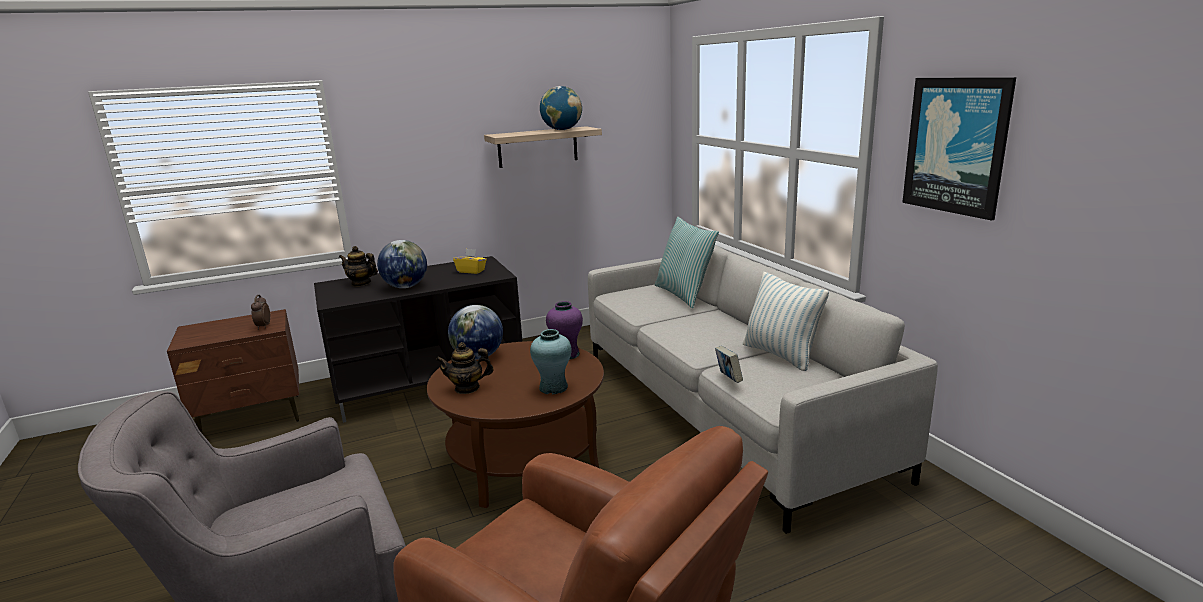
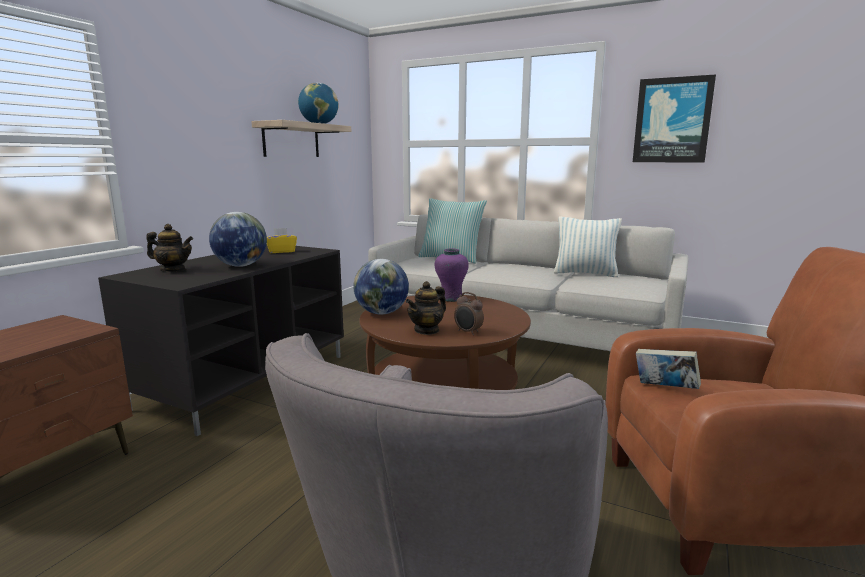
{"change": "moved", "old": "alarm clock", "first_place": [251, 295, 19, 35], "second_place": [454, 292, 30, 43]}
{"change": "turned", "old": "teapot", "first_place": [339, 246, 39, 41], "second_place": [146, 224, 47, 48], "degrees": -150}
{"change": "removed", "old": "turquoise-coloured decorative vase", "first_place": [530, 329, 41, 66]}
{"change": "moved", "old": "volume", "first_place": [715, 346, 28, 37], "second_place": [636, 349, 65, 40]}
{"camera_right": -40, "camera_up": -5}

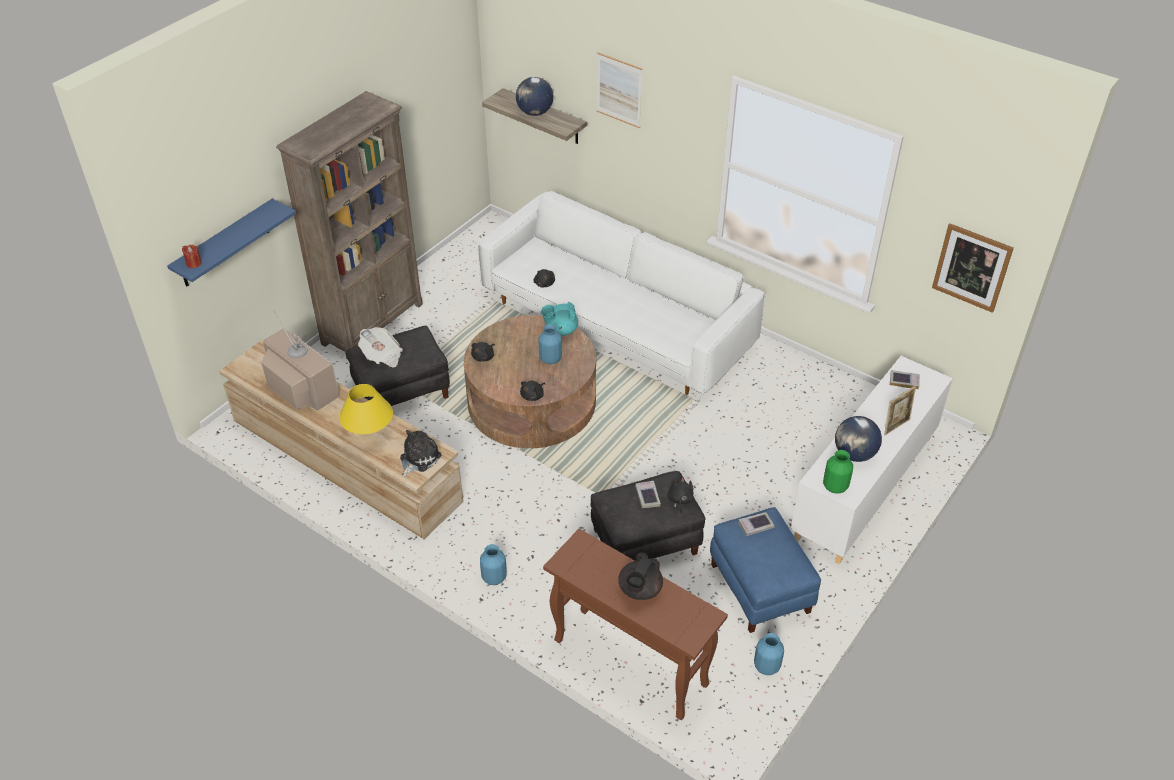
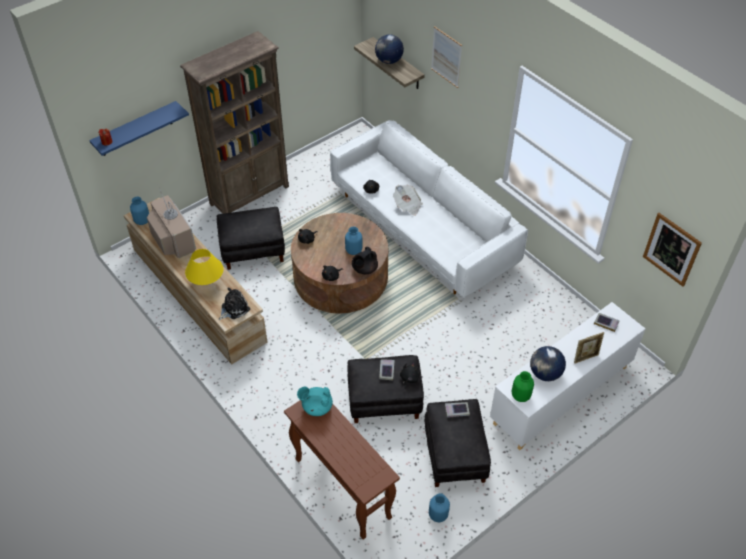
{"change": "moved", "old": "daily paper", "first_place": [358, 327, 45, 41], "second_place": [393, 185, 30, 31]}
{"change": "moved", "old": "blue decorative vase", "first_place": [480, 544, 27, 41], "second_place": [130, 197, 19, 28]}
{"change": "moved", "old": "turquoise-coloured teapot", "first_place": [541, 302, 37, 34], "second_place": [297, 387, 36, 29]}
{"change": "moved", "old": "black teapot", "first_place": [618, 553, 45, 47], "second_place": [352, 247, 26, 27]}
{"change": "recoloured", "old": "blue ottoman", "new": "black ottoman", "first_place": [710, 507, 111, 126], "second_place": [424, 399, 67, 88]}
{"camera_right": 15, "camera_up": 5}

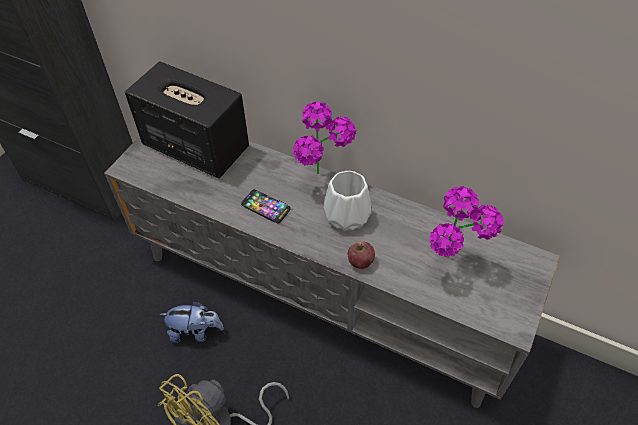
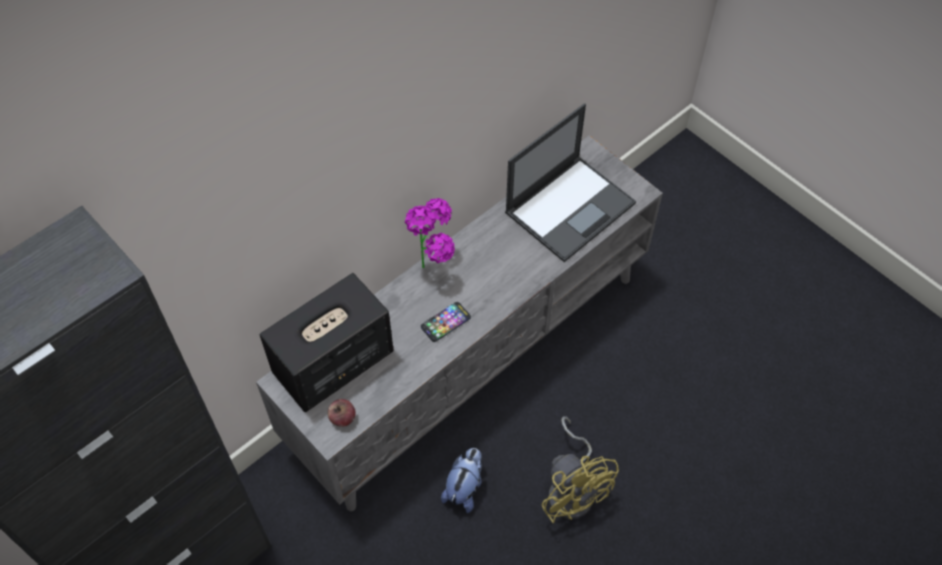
{"change": "removed", "old": "white-coloured decorative vase", "first_place": [323, 171, 48, 60]}
{"change": "moved", "old": "whole apple", "first_place": [348, 241, 27, 28], "second_place": [328, 399, 28, 28]}
{"change": "replaced", "old": "houseplant", "new": "laptop", "first_place": [429, 186, 75, 72], "second_place": [505, 103, 131, 159]}
{"camera_right": -70, "camera_up": 5}

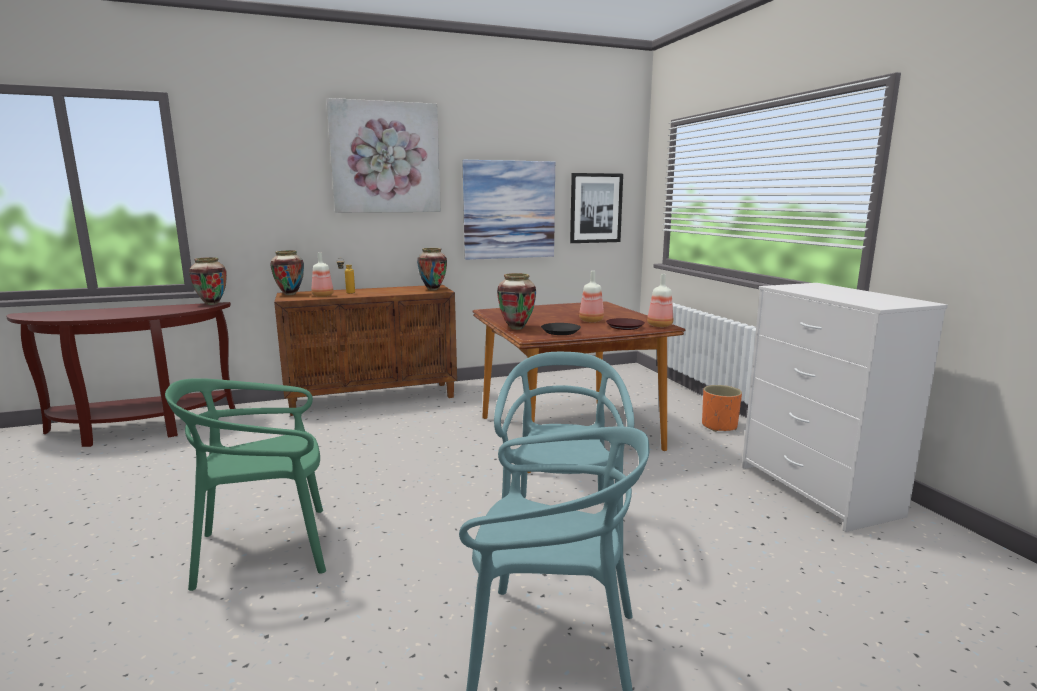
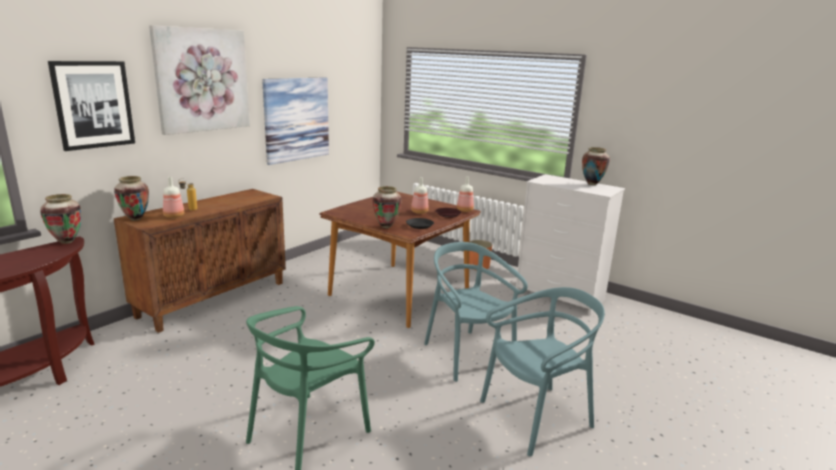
{"change": "moved", "old": "decorative vase", "first_place": [417, 248, 30, 42], "second_place": [582, 147, 28, 38]}
{"change": "moved", "old": "wall picture", "first_place": [570, 173, 53, 70], "second_place": [48, 61, 87, 90]}
{"camera_right": -35, "camera_up": 5}

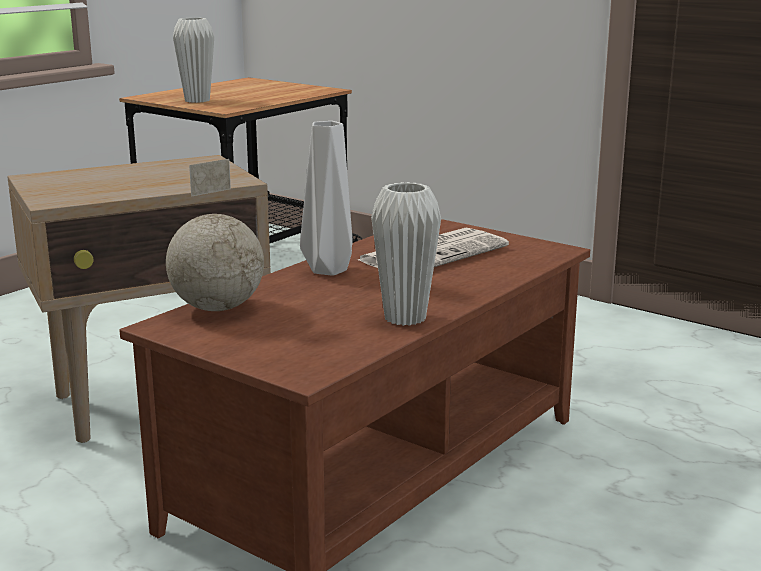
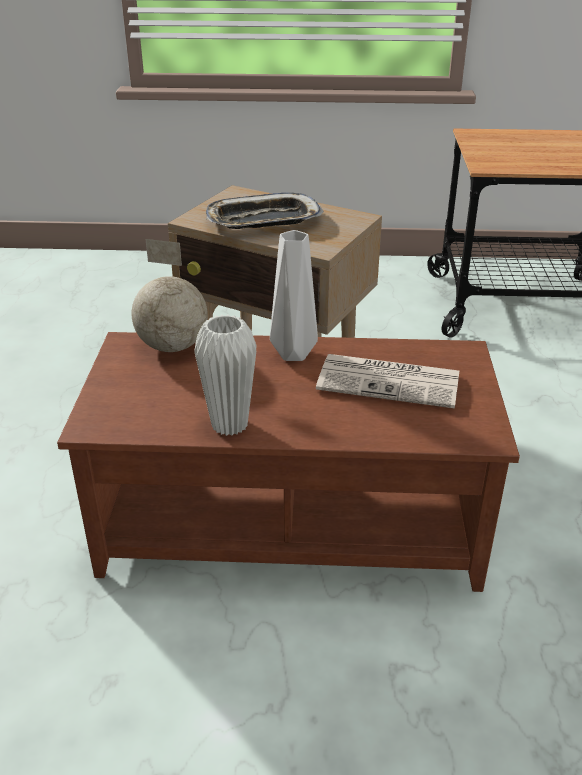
{"change": "removed", "old": "white-coloured decorative vase", "first_place": [173, 18, 41, 85]}
{"change": "added", "new": "serving tray", "second_place": [206, 192, 118, 37]}
{"camera_right": 55, "camera_up": 15}

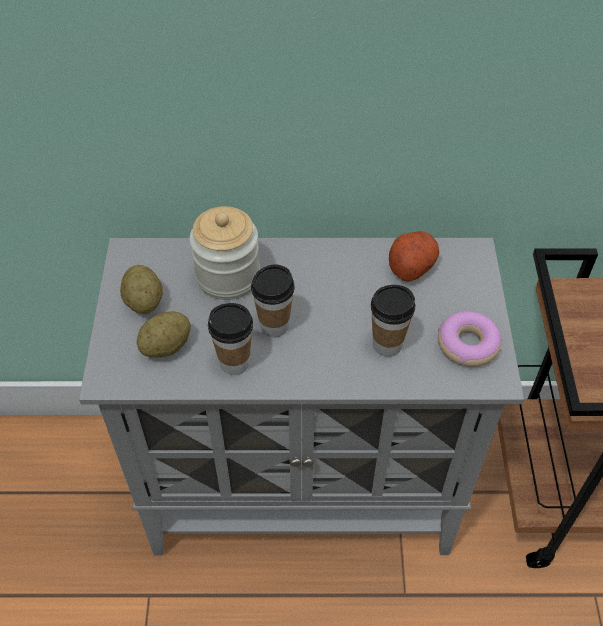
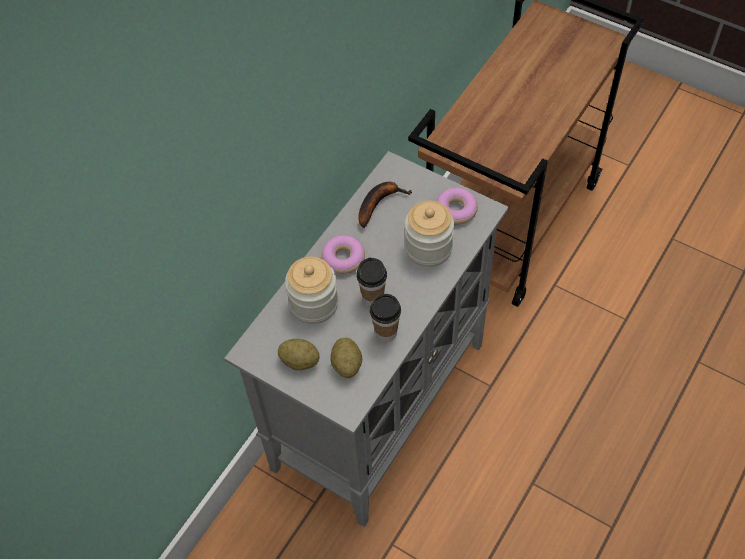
{"change": "replaced", "old": "drinking cup", "new": "jar", "first_place": [371, 285, 44, 72], "second_place": [405, 201, 49, 66]}
{"change": "replaced", "old": "potato", "new": "banana", "first_place": [389, 231, 50, 51], "second_place": [358, 182, 54, 46]}
{"change": "added", "new": "doughnut", "second_place": [322, 235, 43, 39]}
{"camera_right": -55, "camera_up": 5}

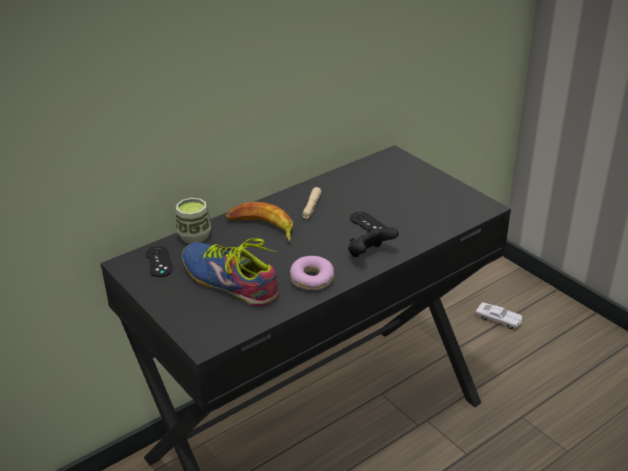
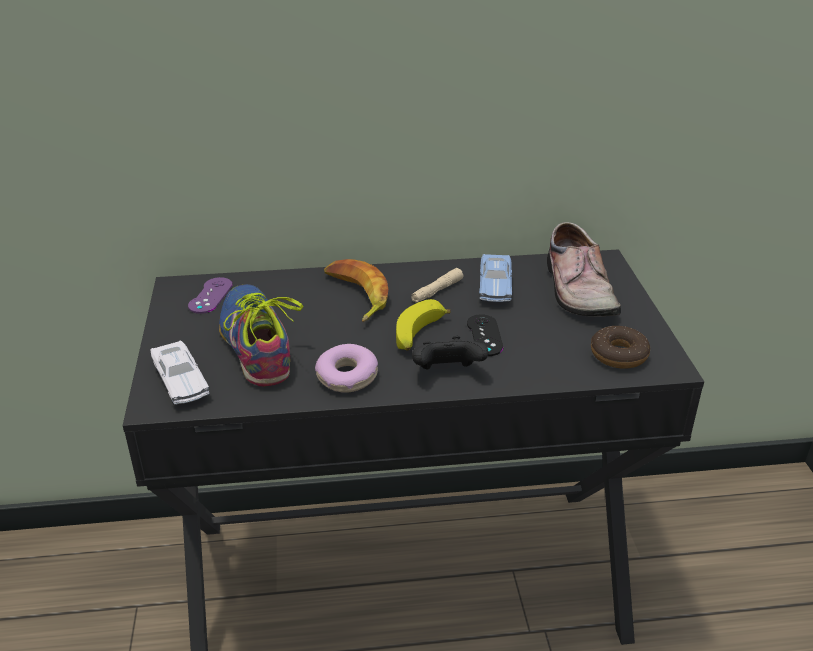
{"change": "recoloured", "old": "black game controller", "new": "purple-coloured game controller", "first_place": [146, 246, 27, 31], "second_place": [188, 277, 45, 37]}
{"change": "removed", "old": "drinking cup", "first_place": [176, 198, 35, 45]}
{"change": "moved", "old": "white-coloured toy car", "first_place": [475, 302, 47, 27], "second_place": [150, 340, 60, 65]}
{"change": "added", "new": "banana", "second_place": [396, 299, 54, 52]}
{"change": "added", "new": "blue toy car", "second_place": [479, 254, 33, 48]}
{"change": "added", "new": "low shoe", "second_place": [547, 222, 74, 95]}
{"change": "added", "new": "doughnut", "second_place": [591, 326, 60, 43]}
{"camera_right": 30, "camera_up": 0}

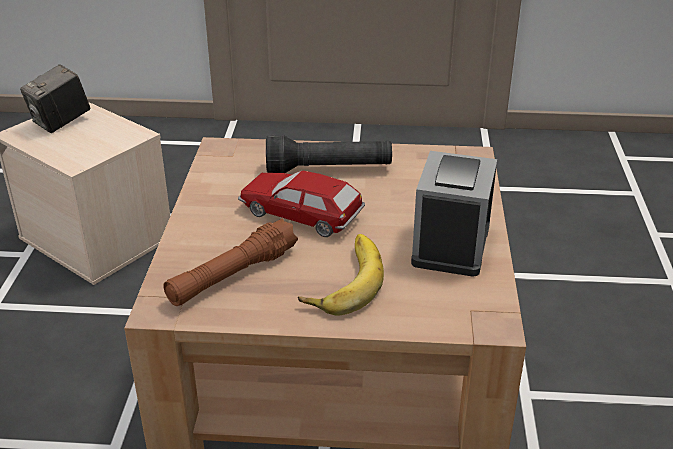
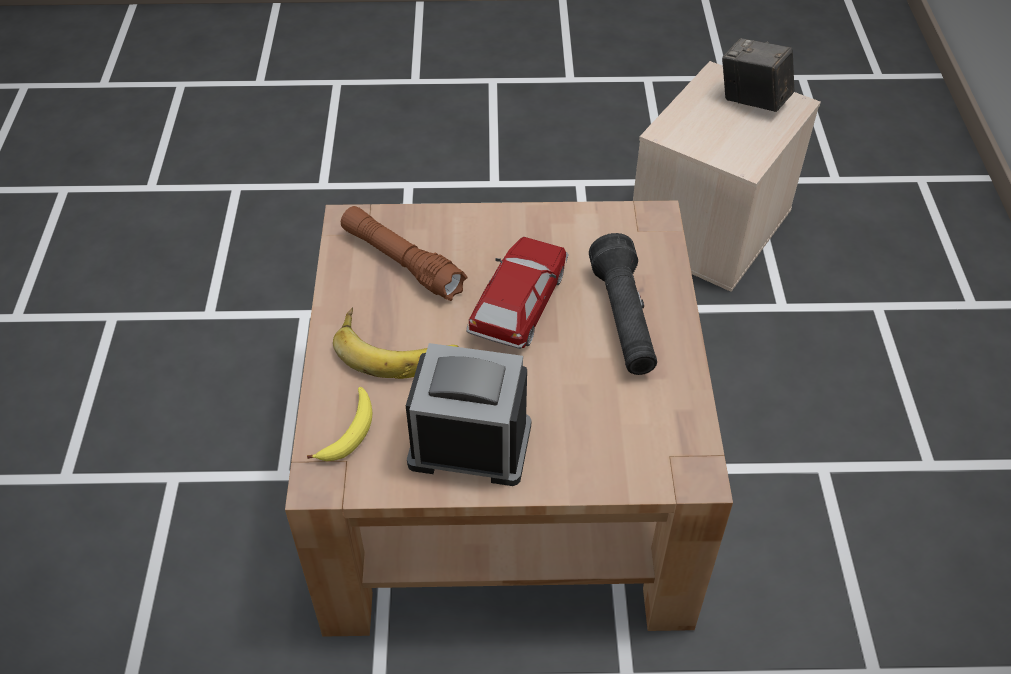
{"change": "added", "new": "banana", "second_place": [307, 387, 66, 74]}
{"camera_right": 85, "camera_up": 15}

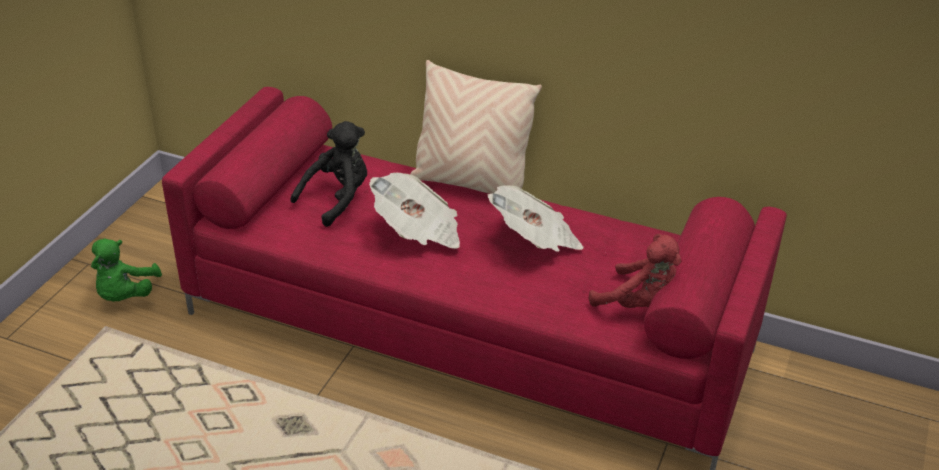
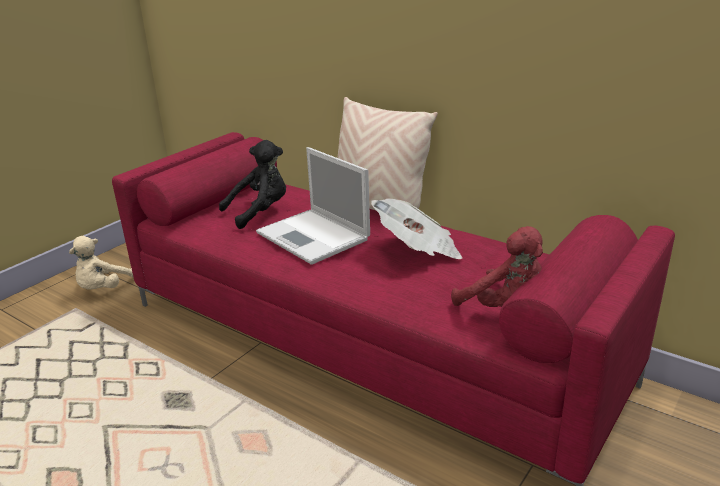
{"change": "recoloured", "old": "green soft toy", "new": "beige-coloured soft toy", "first_place": [91, 238, 71, 63], "second_place": [69, 236, 65, 53]}
{"change": "replaced", "old": "daily paper", "new": "laptop", "first_place": [369, 173, 91, 76], "second_place": [256, 147, 114, 118]}
{"camera_right": 15, "camera_up": -10}

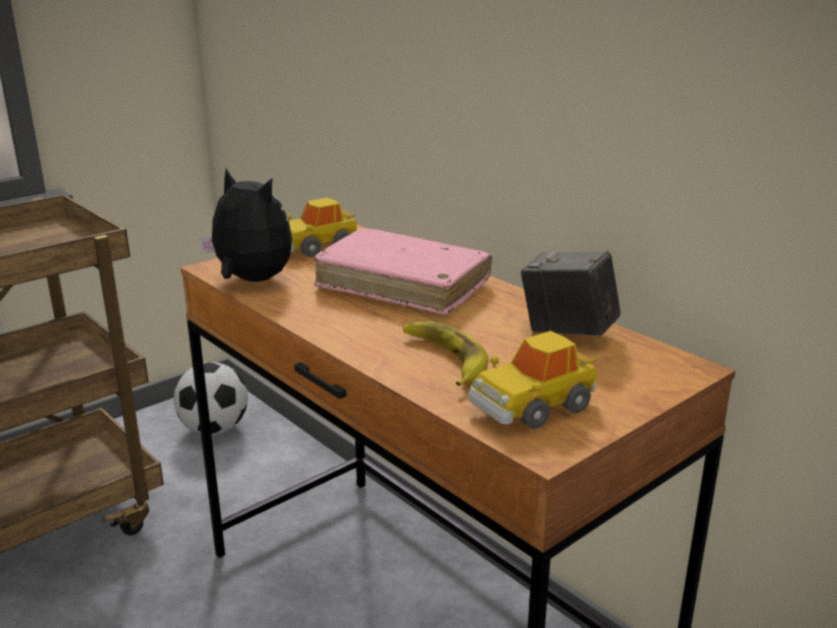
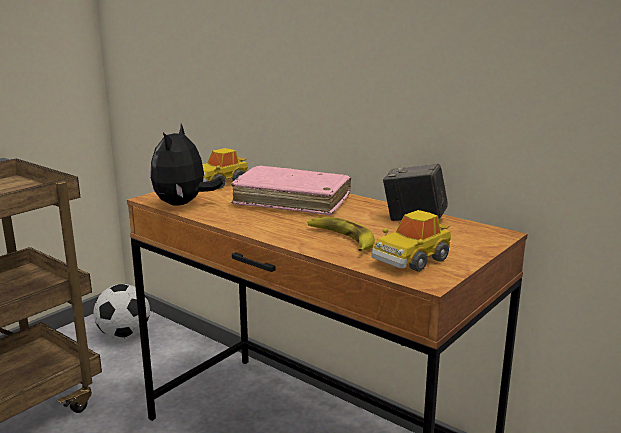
{"change": "turned", "old": "soft toy", "first_place": [198, 169, 94, 113], "second_place": [150, 124, 73, 82], "degrees": -105}
{"camera_right": -10, "camera_up": -5}

